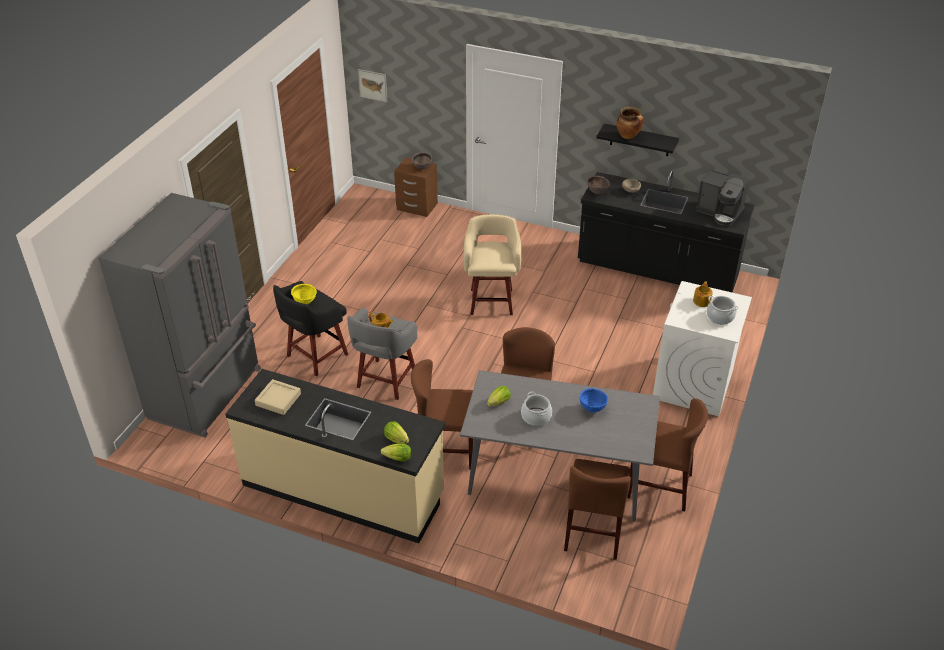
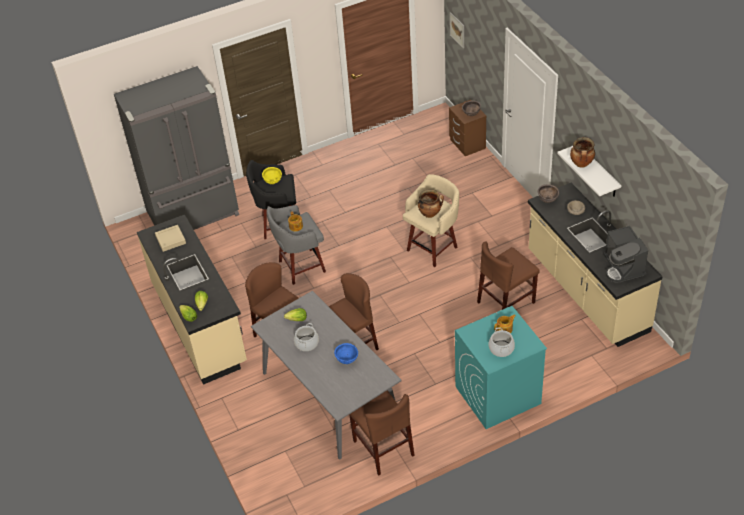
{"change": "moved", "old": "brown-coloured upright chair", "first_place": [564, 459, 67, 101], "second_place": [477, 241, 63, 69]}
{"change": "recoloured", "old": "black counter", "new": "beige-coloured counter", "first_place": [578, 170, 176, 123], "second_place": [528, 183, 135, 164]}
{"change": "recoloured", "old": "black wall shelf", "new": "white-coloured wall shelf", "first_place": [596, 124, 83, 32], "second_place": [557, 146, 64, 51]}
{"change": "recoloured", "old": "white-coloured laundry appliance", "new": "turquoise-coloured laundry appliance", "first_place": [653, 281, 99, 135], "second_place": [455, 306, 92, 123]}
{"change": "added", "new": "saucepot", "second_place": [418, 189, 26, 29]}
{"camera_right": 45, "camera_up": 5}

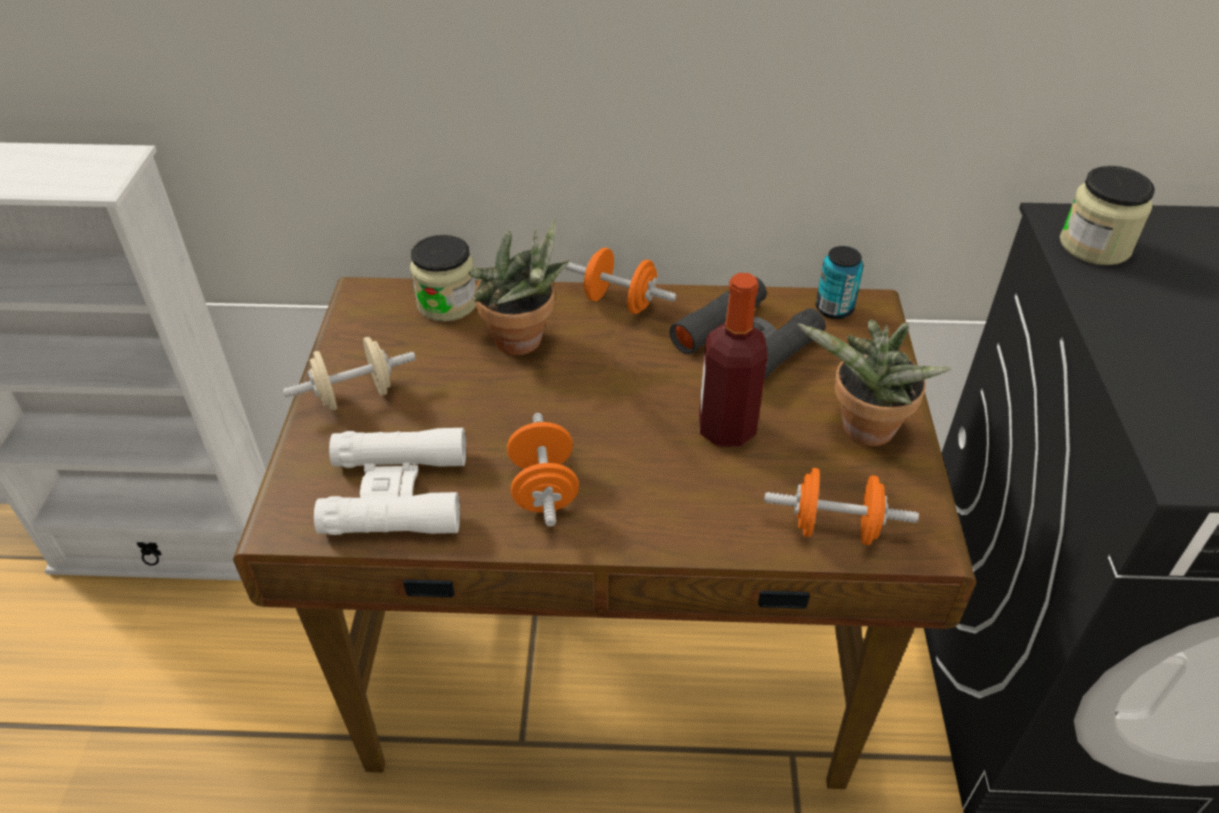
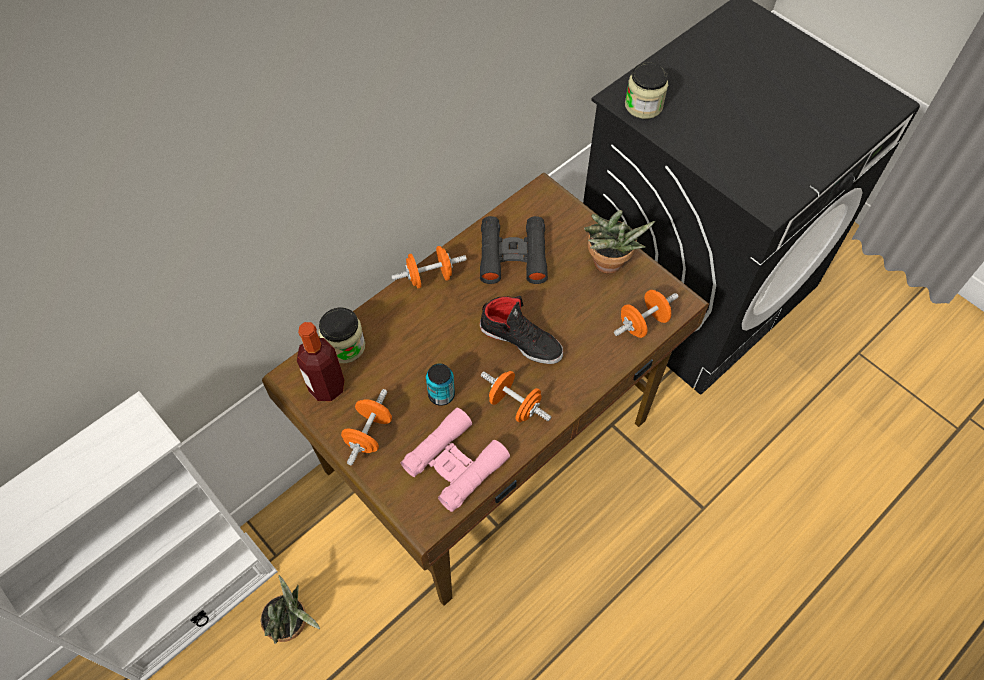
{"change": "recoloured", "old": "beige-coloured hand weight", "new": "orange-coloured hand weight", "first_place": [283, 337, 133, 73], "second_place": [341, 389, 51, 76]}
{"change": "recoloured", "old": "white-coloured binoculars", "new": "pink binoculars", "first_place": [314, 427, 152, 108], "second_place": [401, 408, 109, 104]}
{"change": "moved", "old": "houseplant", "first_place": [468, 219, 102, 136], "second_place": [260, 575, 60, 69]}
{"change": "moved", "old": "beverage bottle", "first_place": [699, 273, 69, 174], "second_place": [297, 322, 47, 79]}
{"change": "moved", "old": "can", "first_place": [816, 246, 48, 73], "second_place": [426, 363, 29, 43]}
{"change": "added", "new": "black low shoe", "second_place": [480, 296, 83, 68]}
{"camera_right": -45, "camera_up": 15}

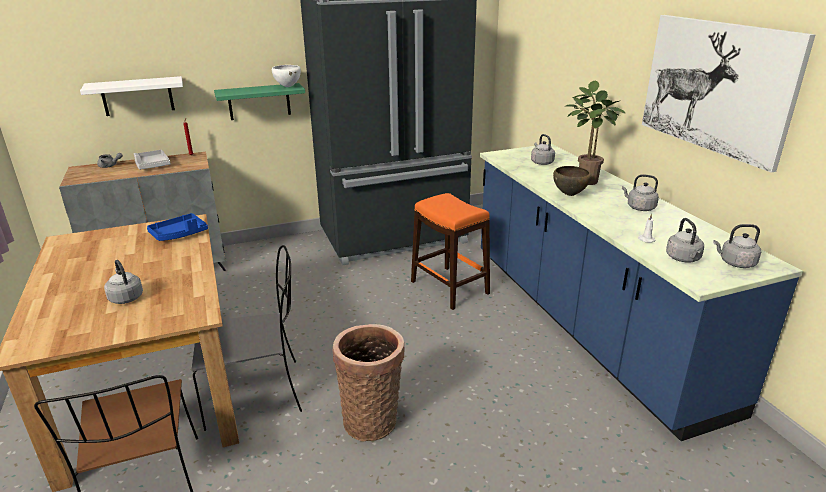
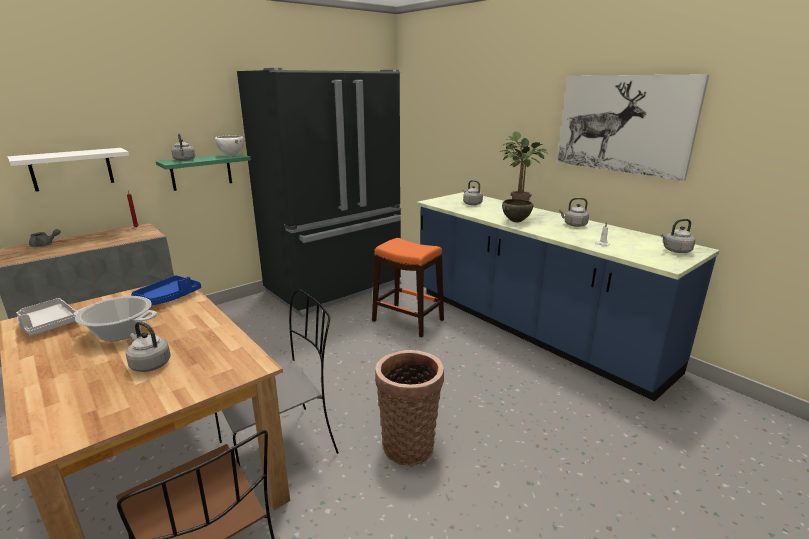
{"change": "moved", "old": "gray serving tray", "first_place": [134, 150, 37, 20], "second_place": [16, 298, 60, 38]}
{"change": "moved", "old": "gray tea kettle", "first_place": [666, 218, 38, 45], "second_place": [171, 133, 24, 28]}
{"change": "added", "new": "saucepot", "second_place": [74, 296, 83, 45]}
{"camera_right": -20, "camera_up": -5}

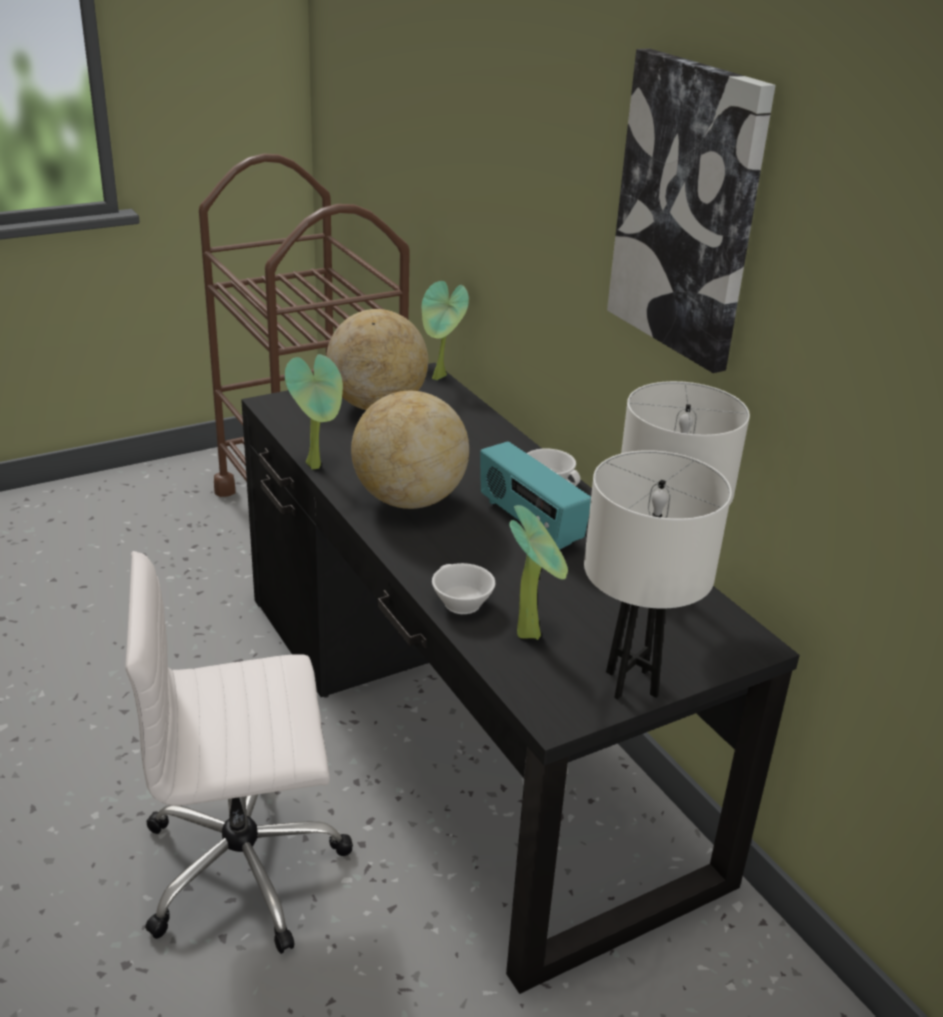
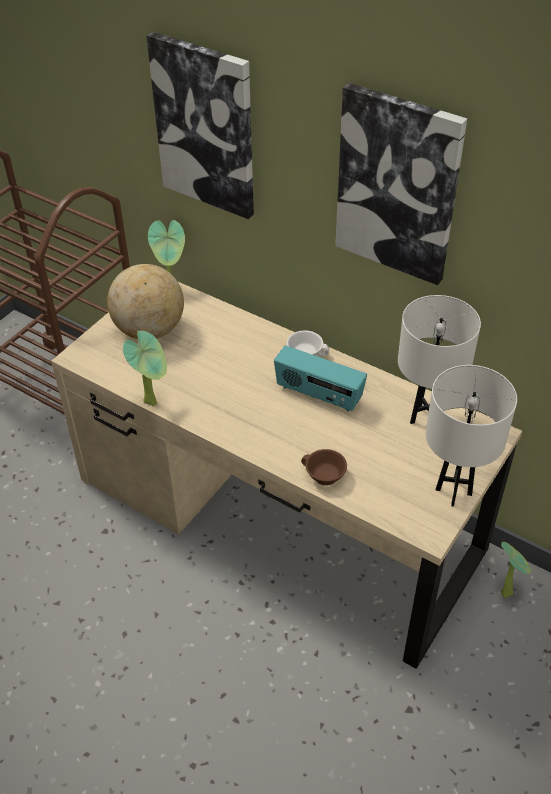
{"change": "removed", "old": "white-coloured office chair", "first_place": [125, 551, 228, 403]}
{"change": "recoloured", "old": "black desk table", "new": "beige-coloured desk table", "first_place": [241, 363, 559, 631], "second_place": [51, 282, 471, 387]}
{"change": "removed", "old": "world globe", "first_place": [351, 391, 118, 118]}
{"change": "recoloured", "old": "white-coloured drinking cup", "new": "brown-coloured drinking cup", "first_place": [432, 563, 63, 51], "second_place": [301, 449, 46, 37]}
{"change": "moved", "old": "houseplant", "first_place": [509, 505, 59, 135], "second_place": [501, 542, 30, 56]}
{"change": "added", "new": "wall picture", "second_place": [146, 32, 108, 187]}
{"camera_right": -25, "camera_up": 15}

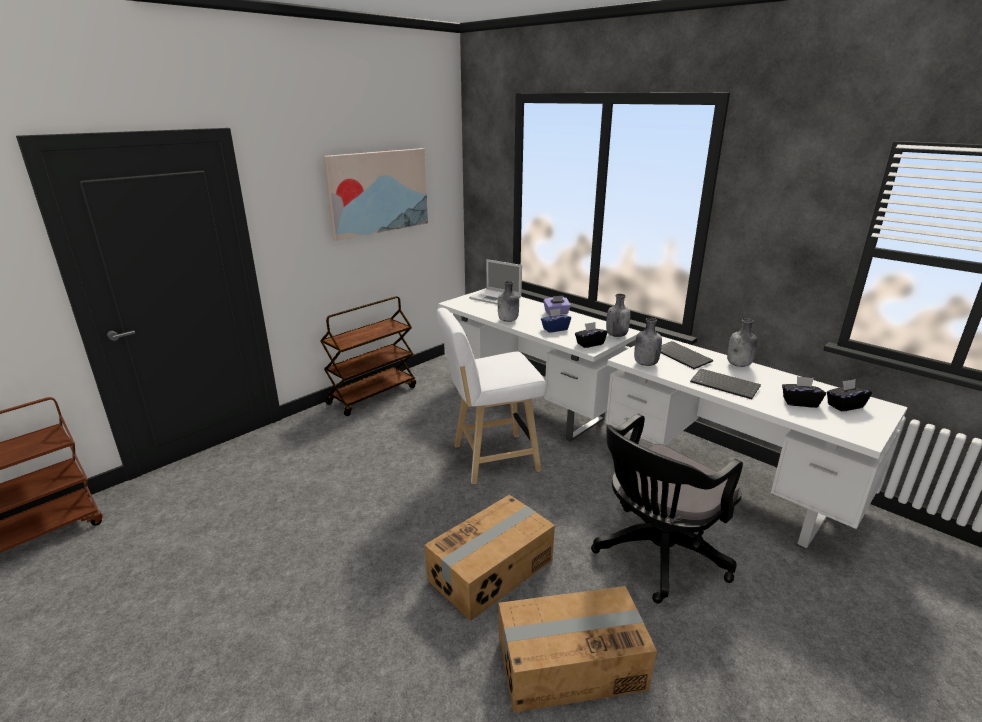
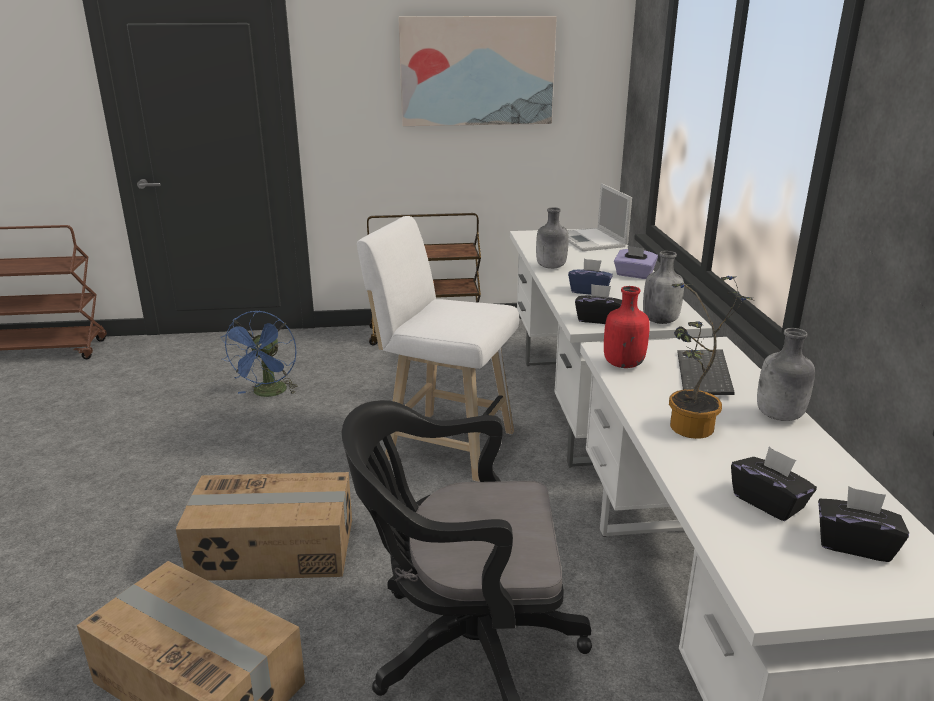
{"change": "recoloured", "old": "gray beverage bottle", "new": "red-coloured beverage bottle", "first_place": [634, 318, 28, 48], "second_place": [604, 286, 46, 82]}
{"change": "replaced", "old": "PC keyboard", "new": "houseplant", "first_place": [690, 368, 71, 31], "second_place": [669, 276, 86, 163]}
{"change": "added", "new": "blue electric fan", "second_place": [221, 310, 77, 87]}
{"camera_right": 40, "camera_up": 0}

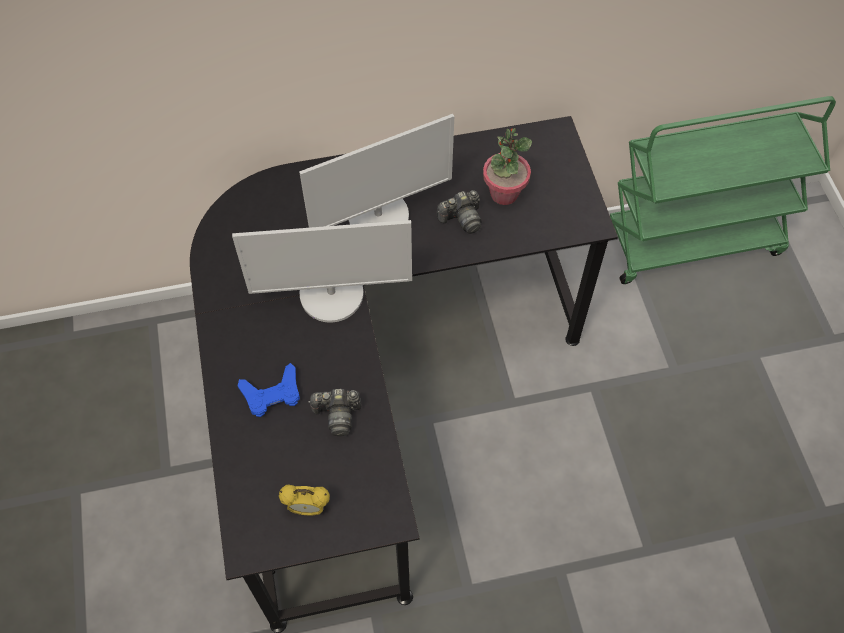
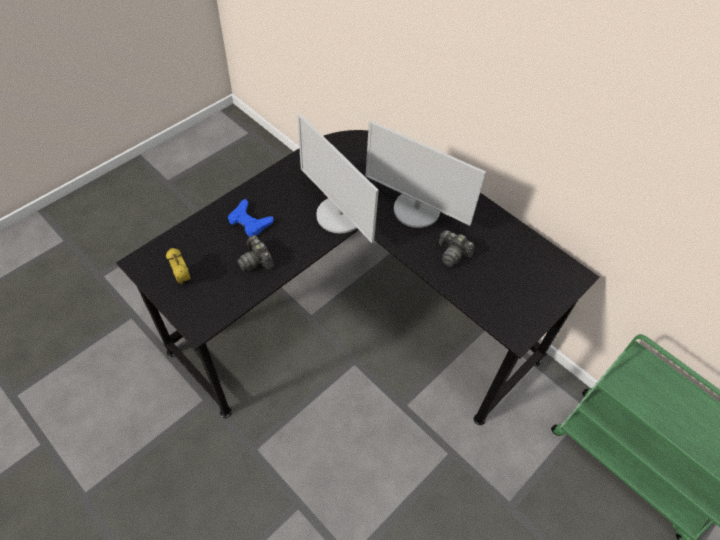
{"change": "removed", "old": "houseplant", "first_place": [483, 128, 49, 77]}
{"camera_right": 55, "camera_up": -5}

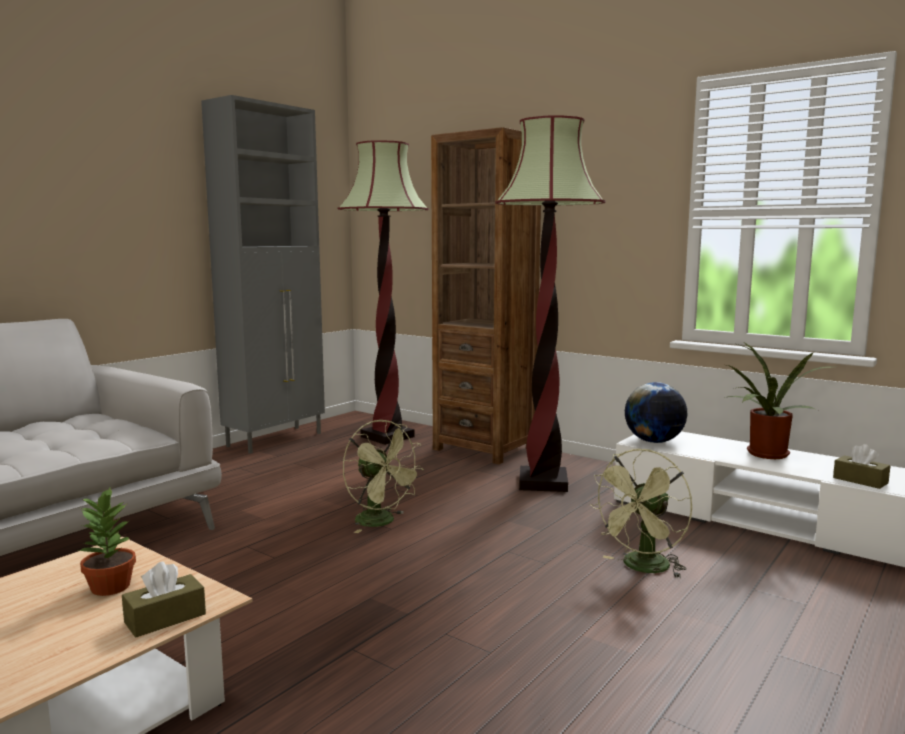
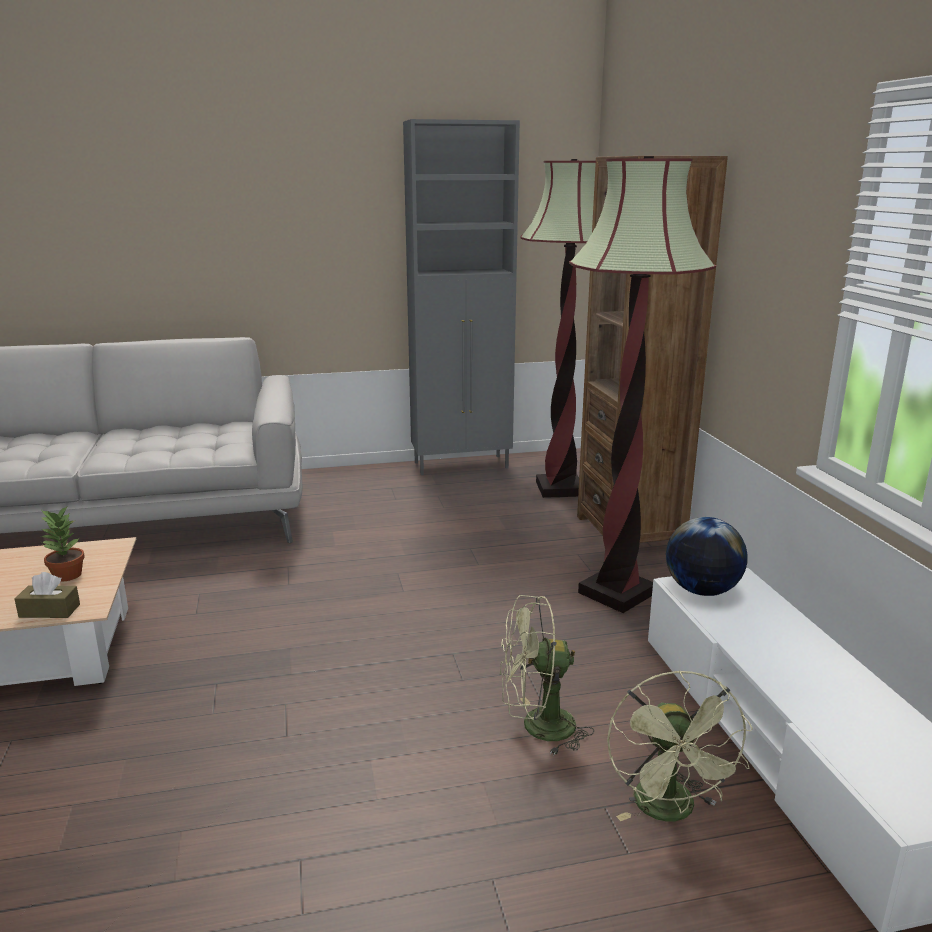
{"change": "moved", "old": "green electric fan", "first_place": [343, 420, 81, 113], "second_place": [607, 670, 146, 152]}
{"change": "removed", "old": "houseplant", "first_place": [727, 342, 105, 117]}
{"change": "removed", "old": "brown-coloured tissue holder", "first_place": [833, 444, 57, 45]}
{"camera_right": 40, "camera_up": 10}

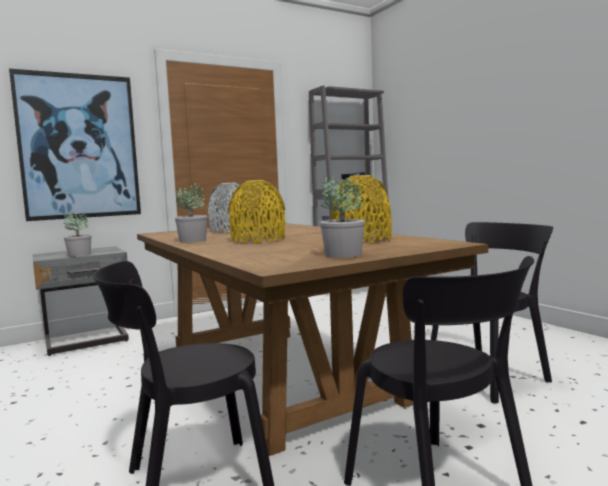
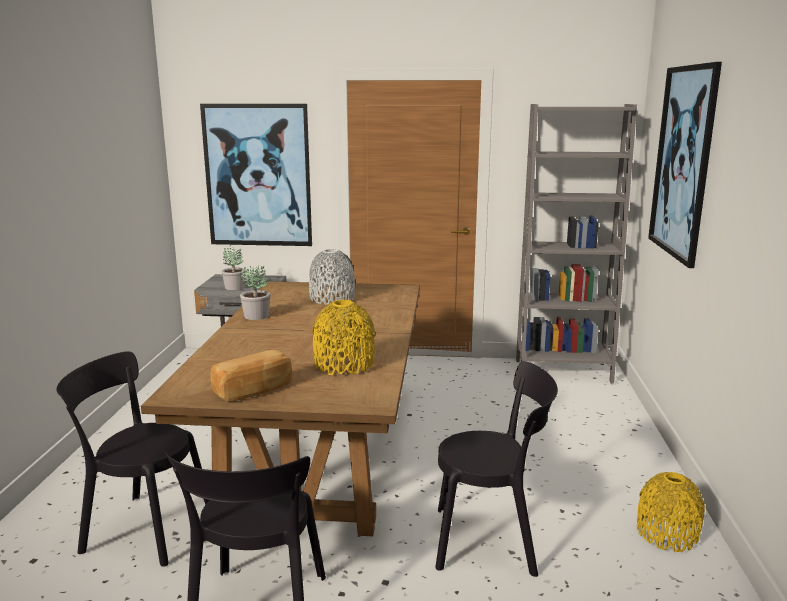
{"change": "moved", "old": "yellowish decorative vase", "first_place": [229, 180, 56, 63], "second_place": [637, 472, 68, 80]}
{"change": "replaced", "old": "houseplant", "new": "bread", "first_place": [320, 175, 45, 83], "second_place": [211, 350, 81, 51]}
{"change": "added", "new": "wall picture", "second_place": [648, 62, 74, 206]}
{"camera_right": 35, "camera_up": 10}

